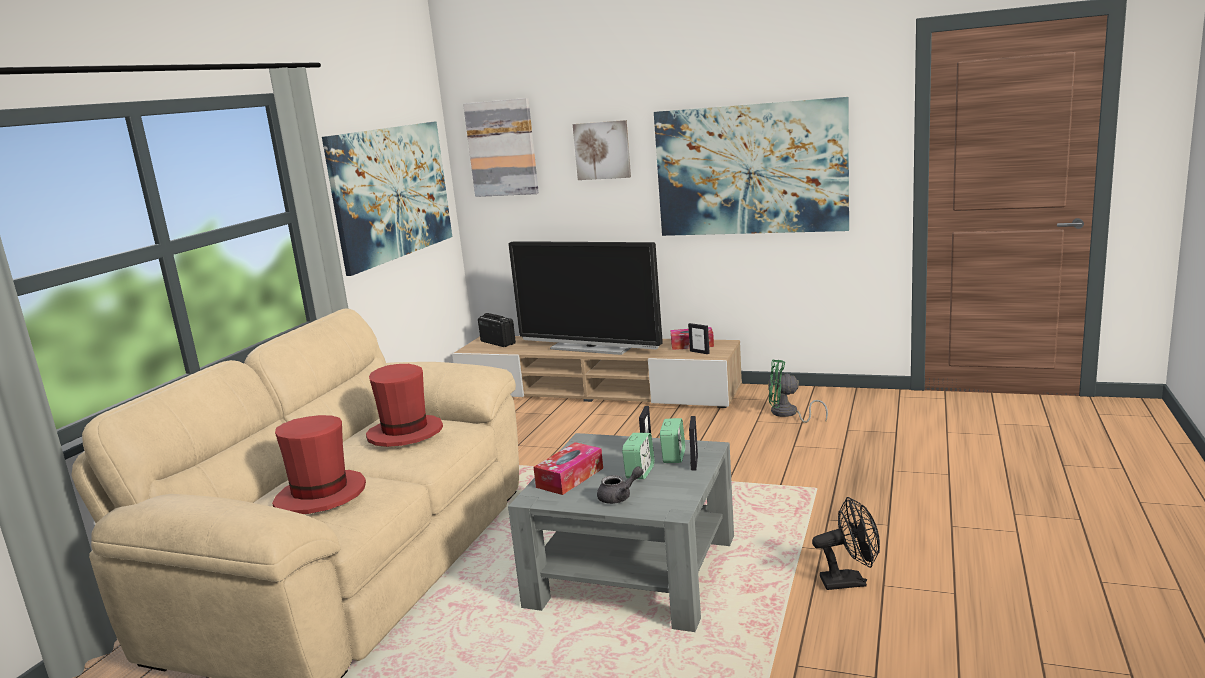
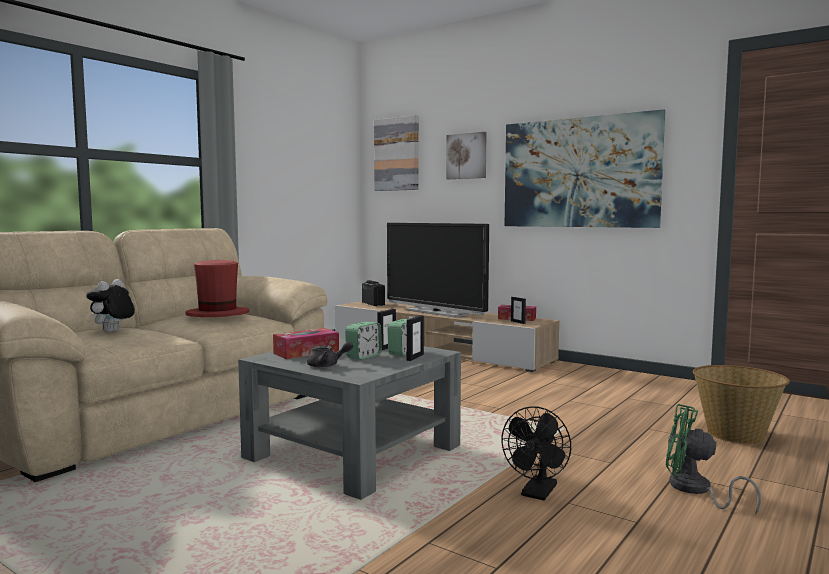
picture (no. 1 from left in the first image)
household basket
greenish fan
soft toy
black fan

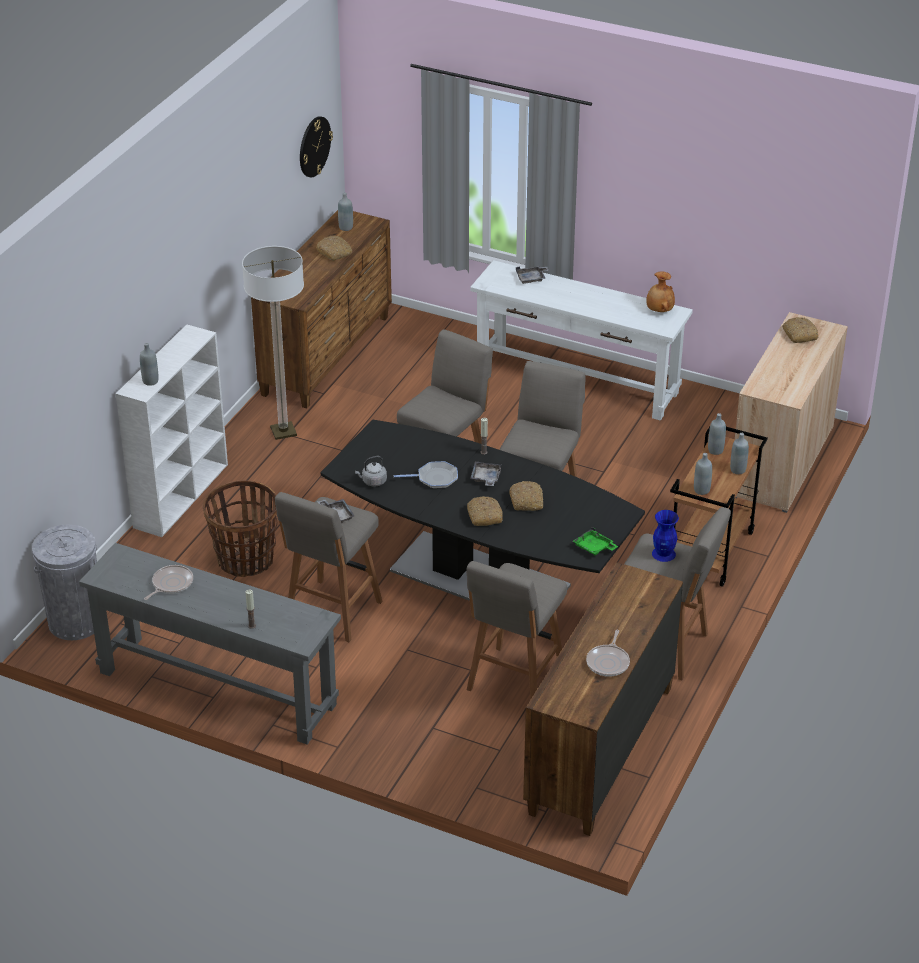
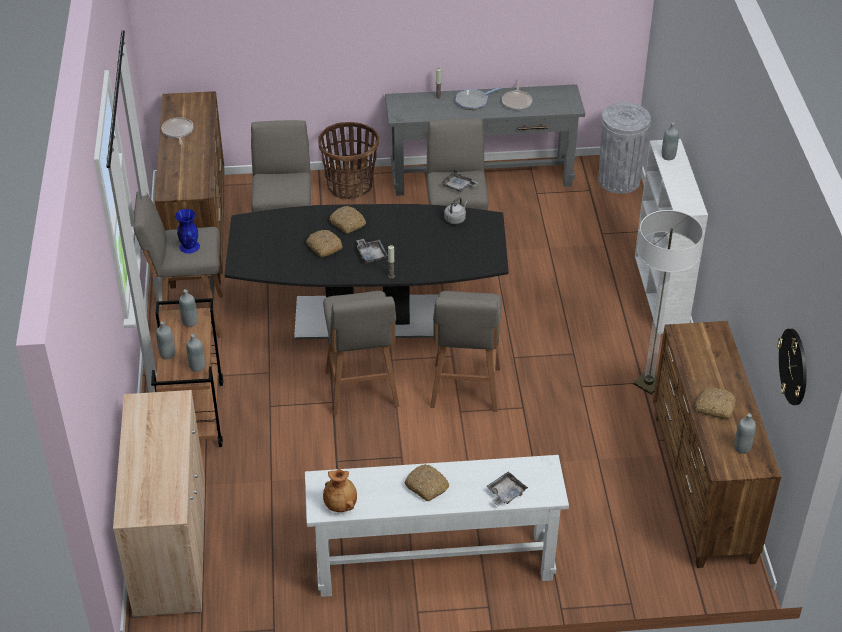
greenish serving tray
household basket
frying pan (no. 2 from left)
baked bread (no. 3 from left)

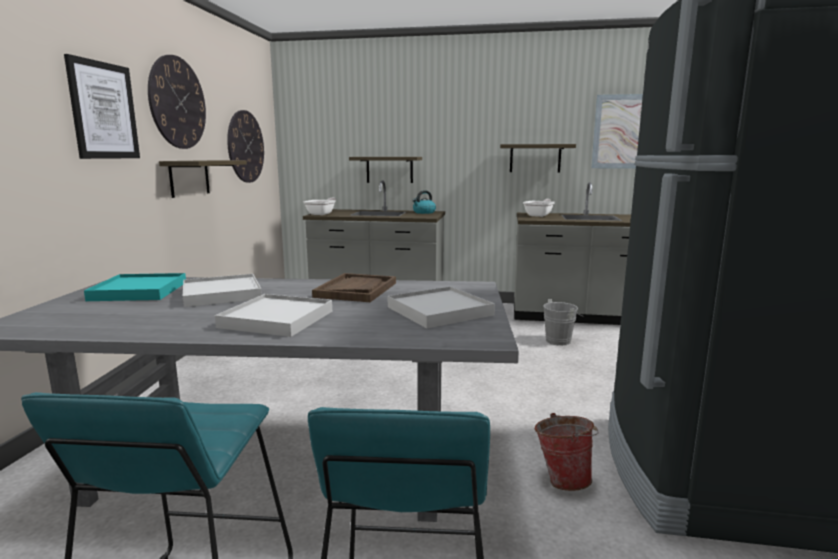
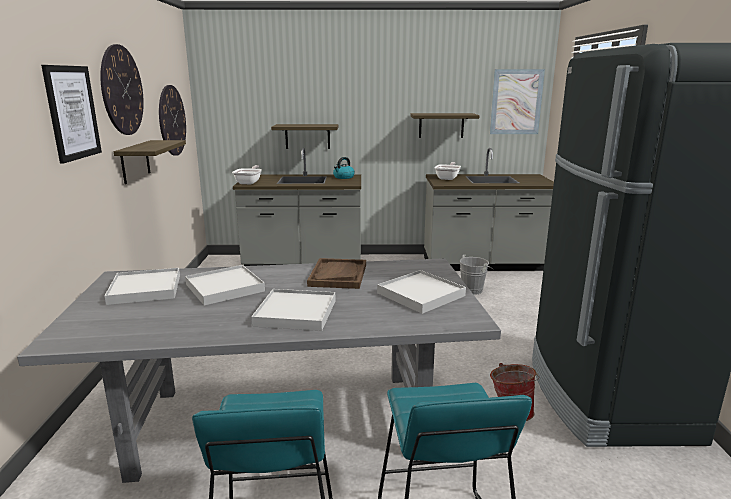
whitish serving tray (no. 1 from left)

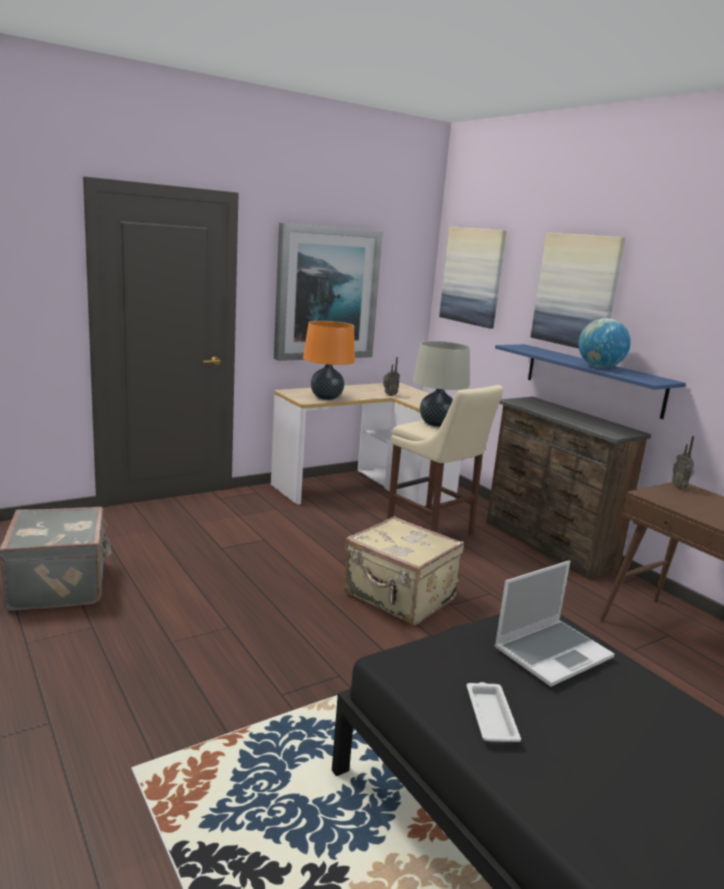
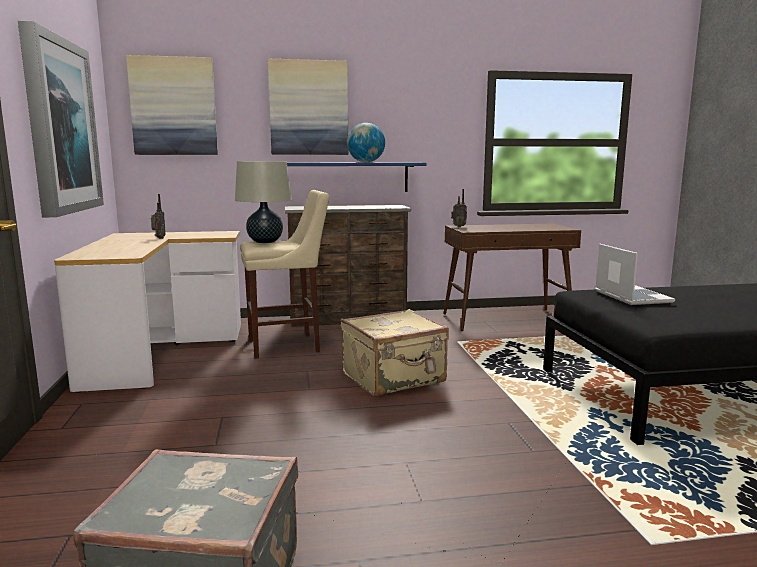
orangey tabletop lamp
whitish serving tray

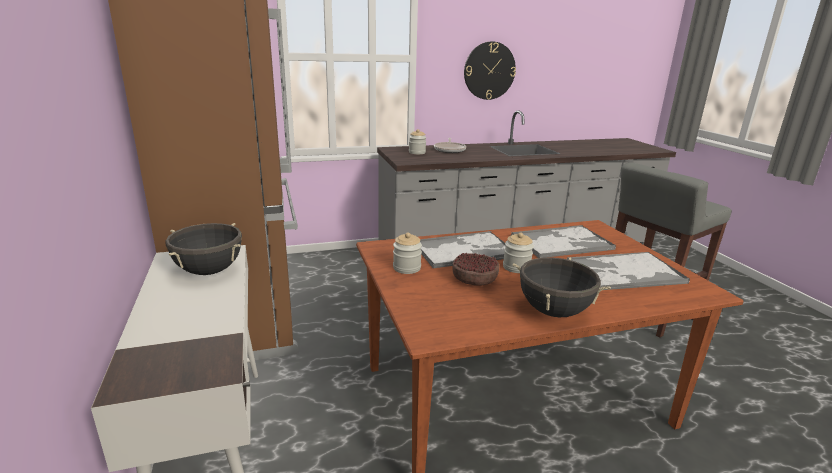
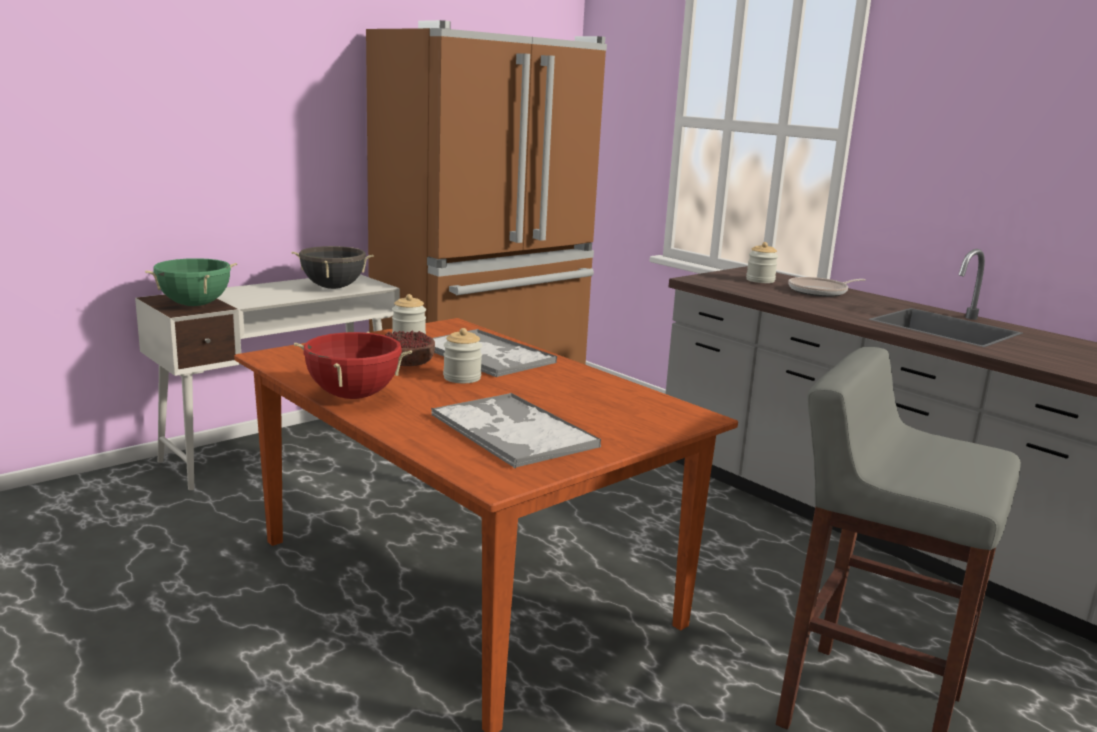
wall clock
serving tray (no. 2 from left in the first image)
greenish cooking pot
red-coloured cooking pot

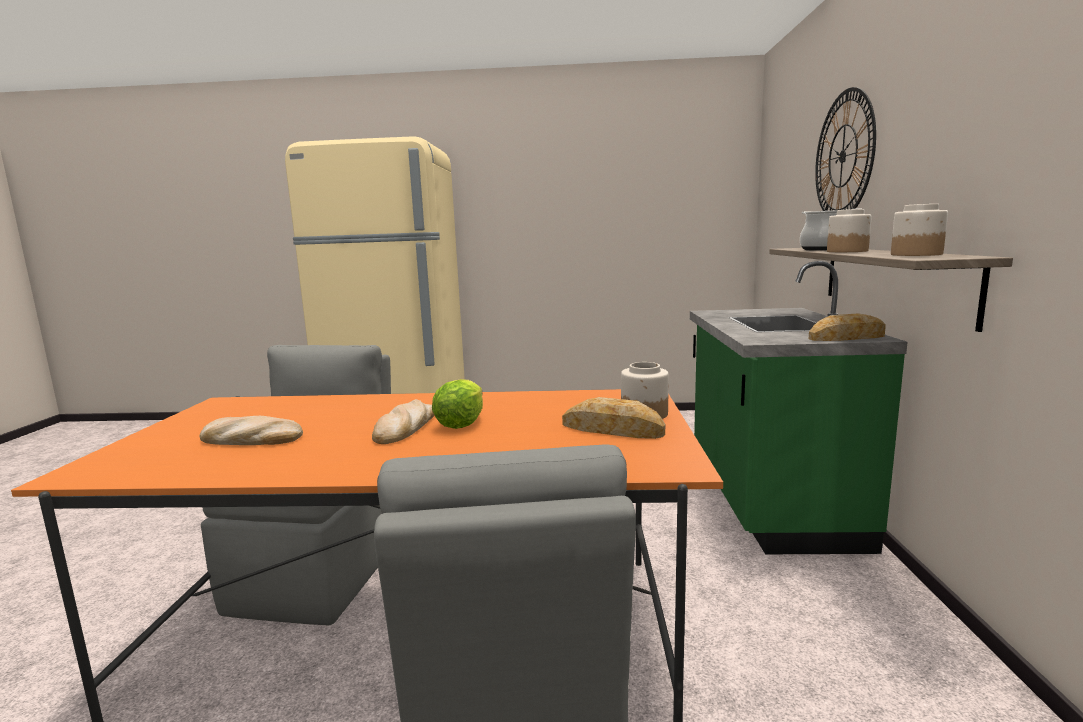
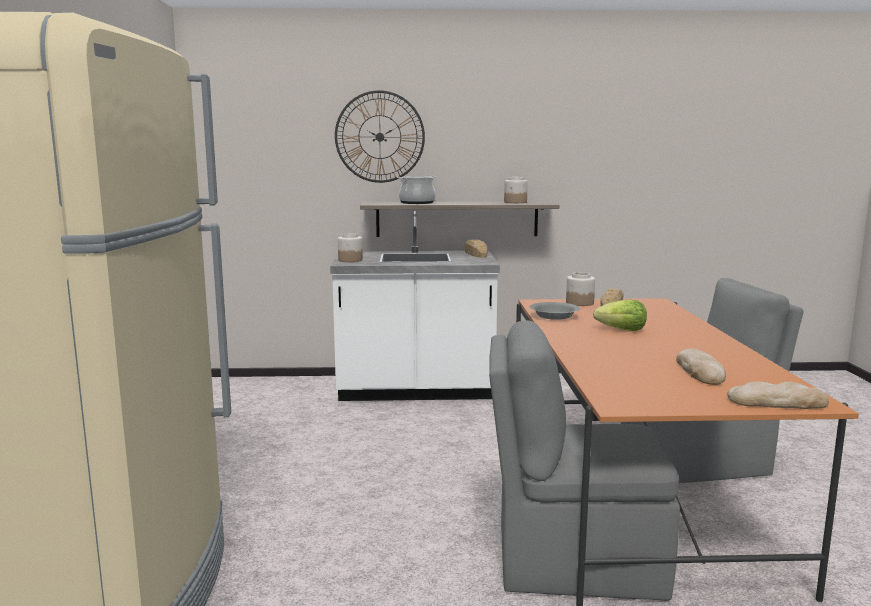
greyish deep dish
baked bread (no. 4 from left)
preserve jar (no. 1 from left)
whitish kitchen base unit

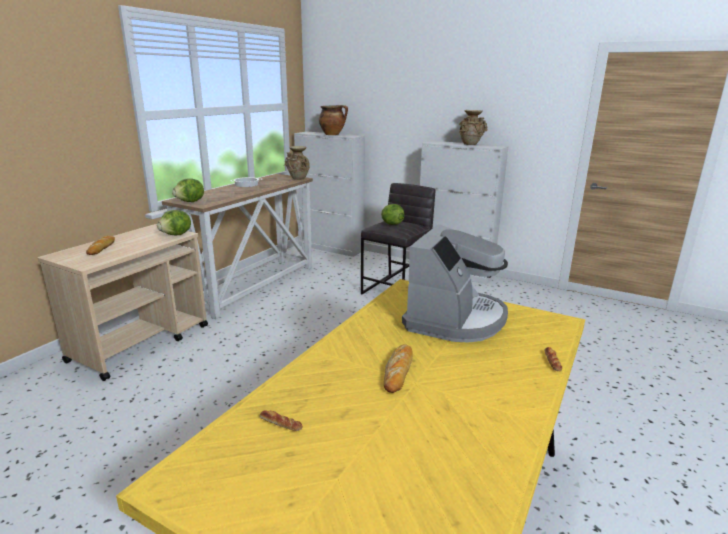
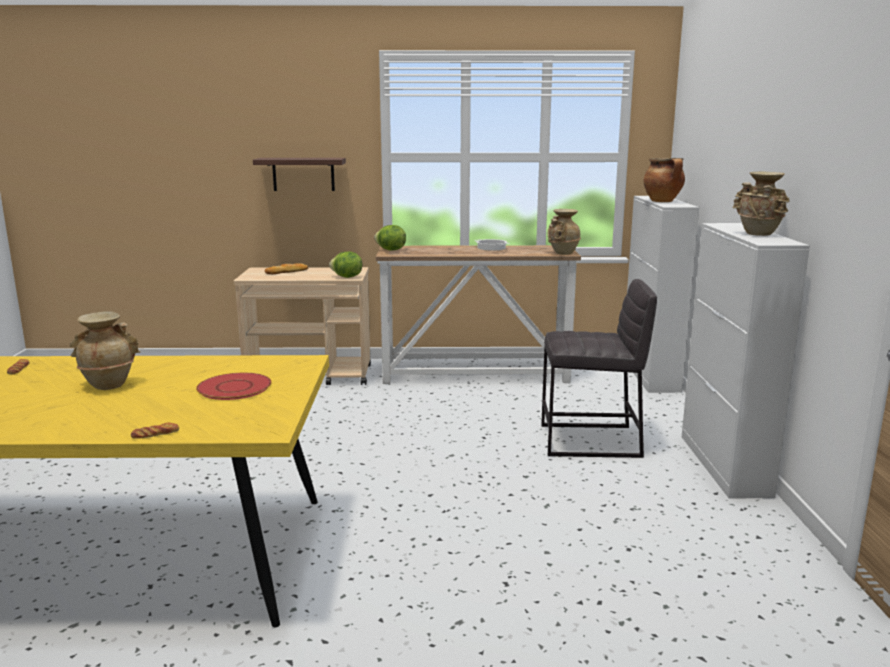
lettuce (no. 3 from left in the first image)
wall shelf
sand-coloured vase (no. 1 from left)
red-coloured dinner plate

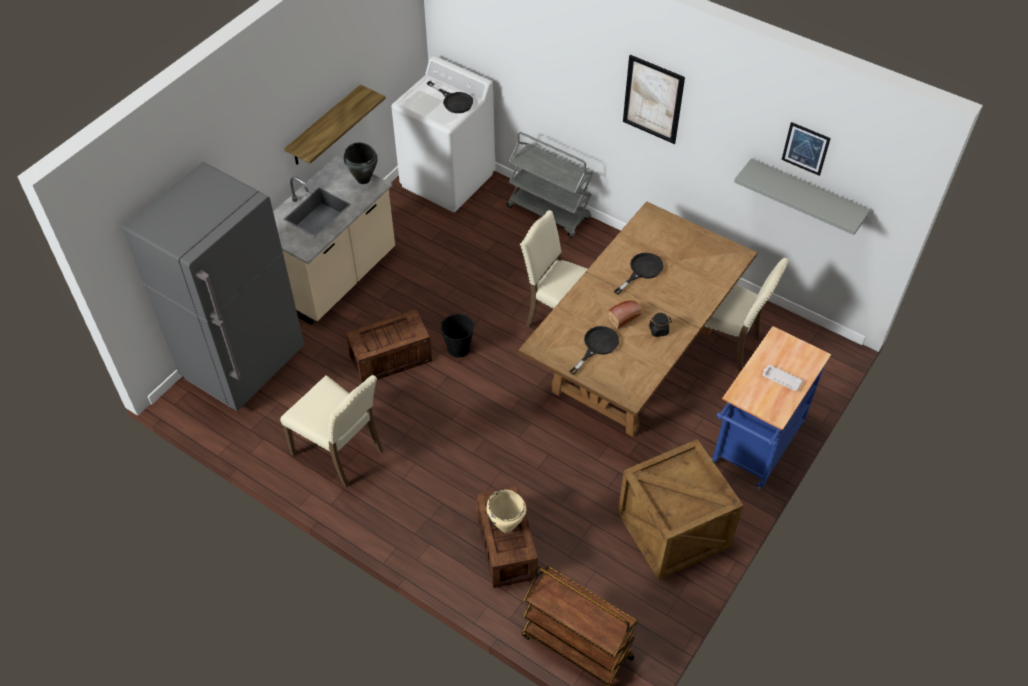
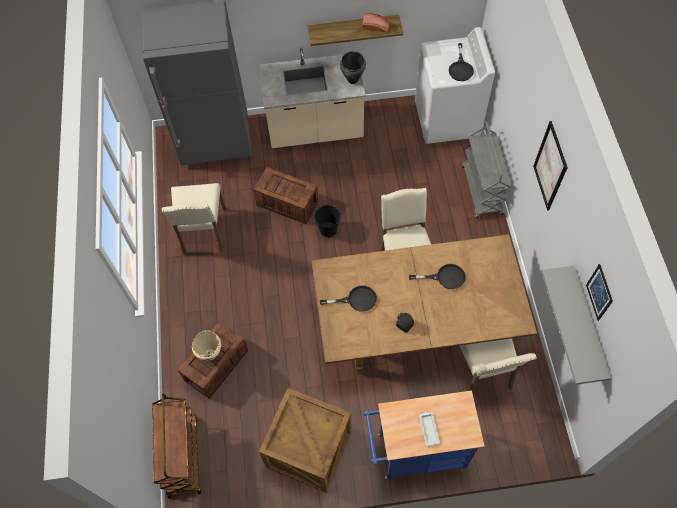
baked bread

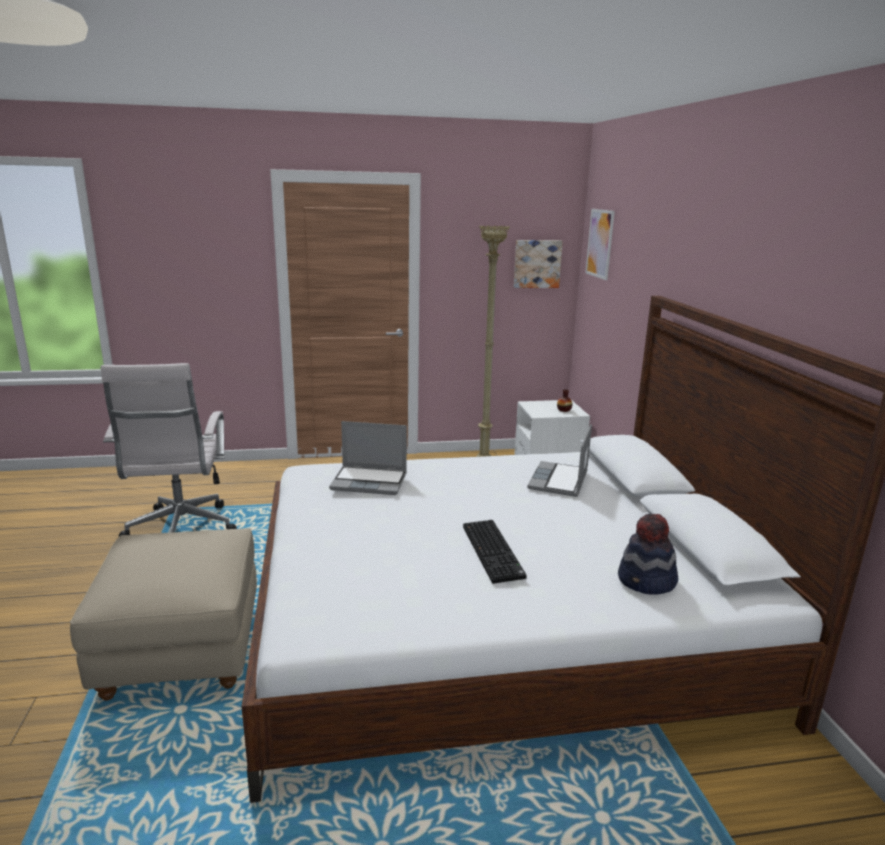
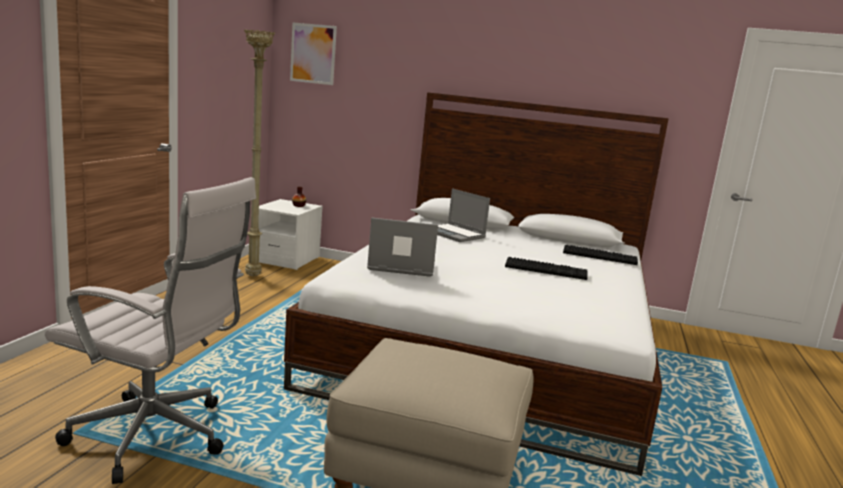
picture (no. 1 from left in the first image)
keyboard (no. 2 from left)
portable computer (no. 1 from left)

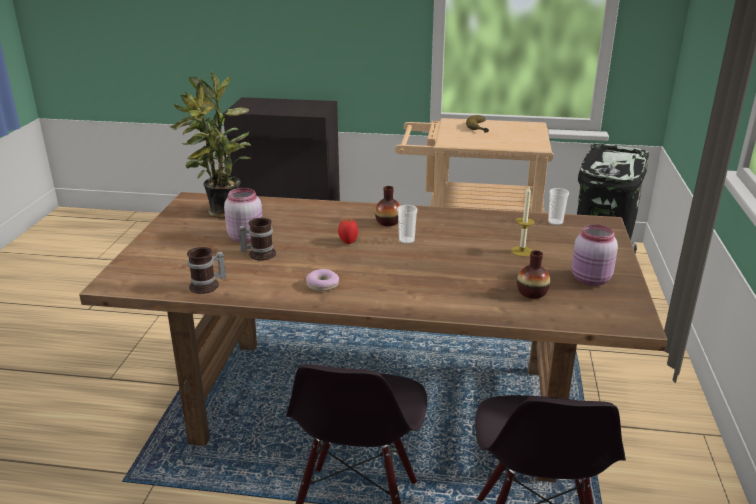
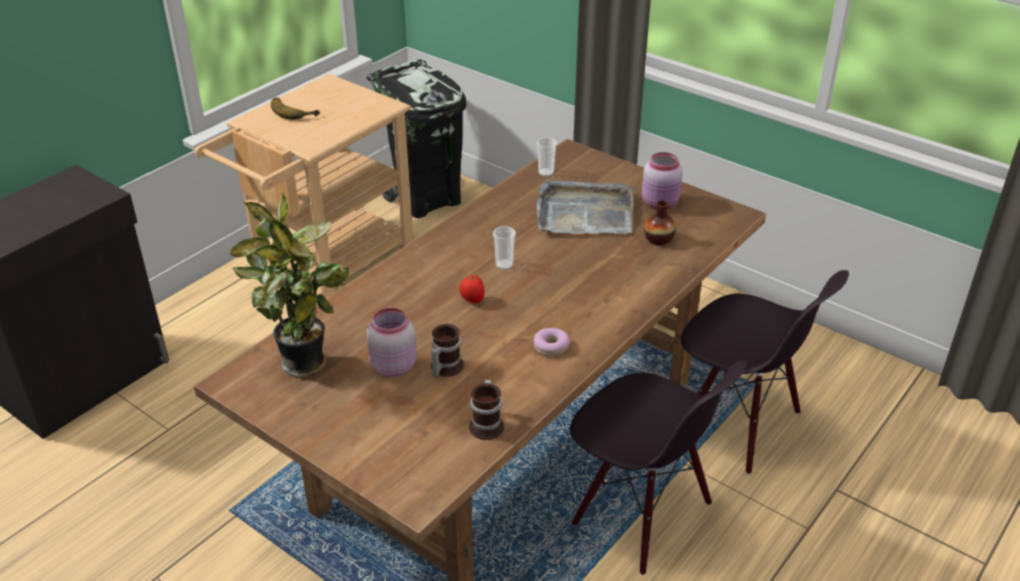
vase (no. 1 from left in the first image)
greyish serving tray

